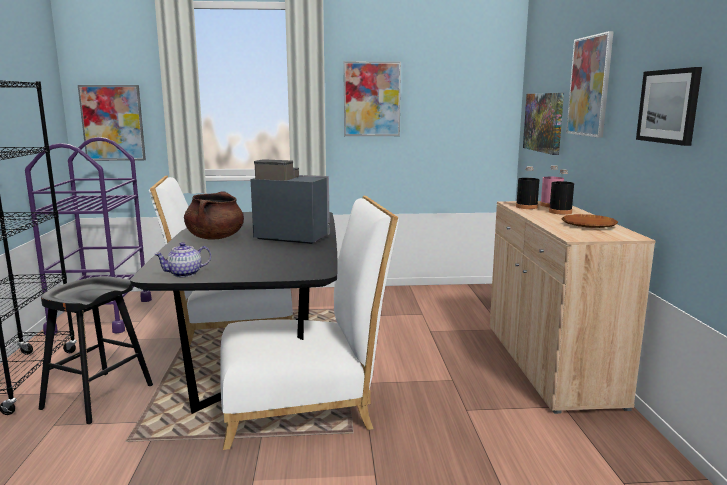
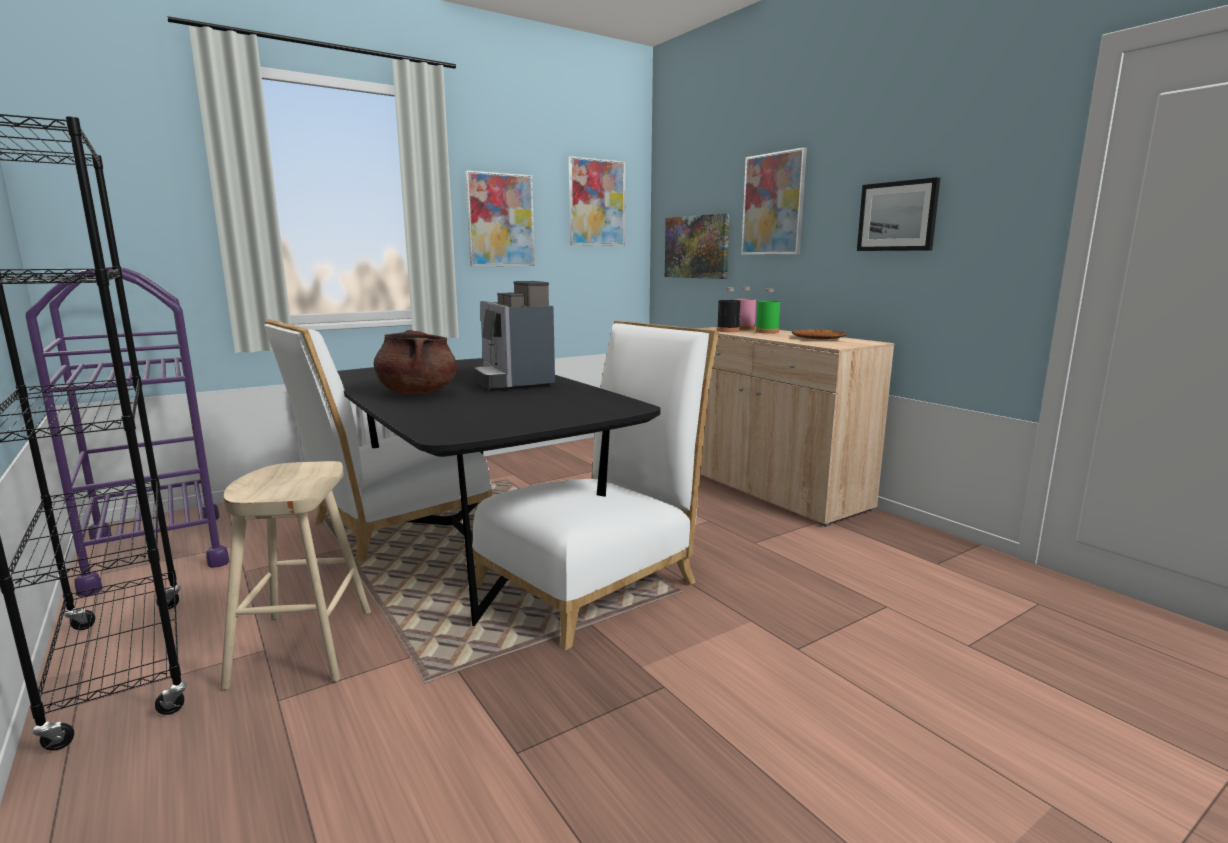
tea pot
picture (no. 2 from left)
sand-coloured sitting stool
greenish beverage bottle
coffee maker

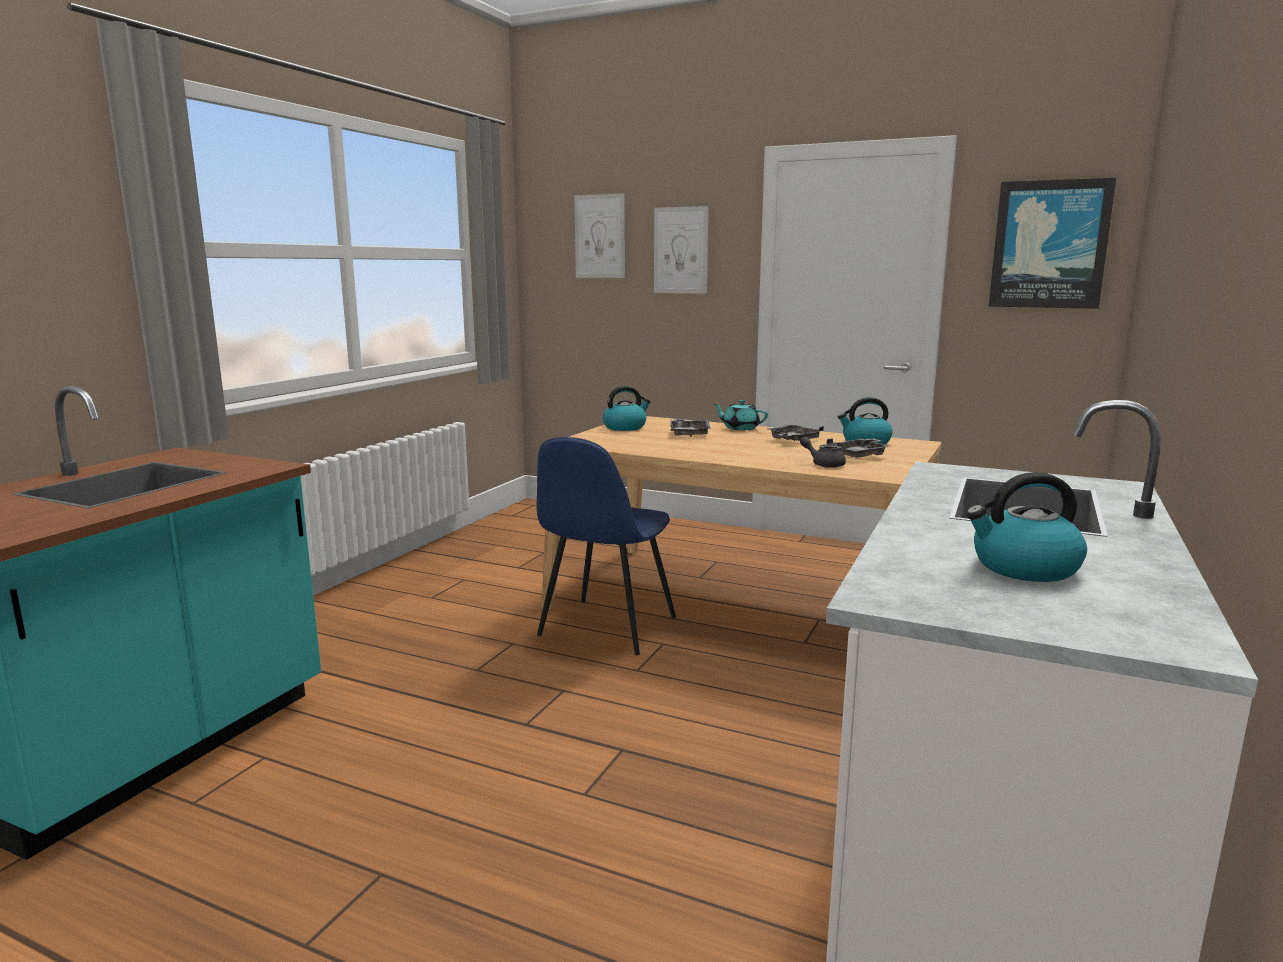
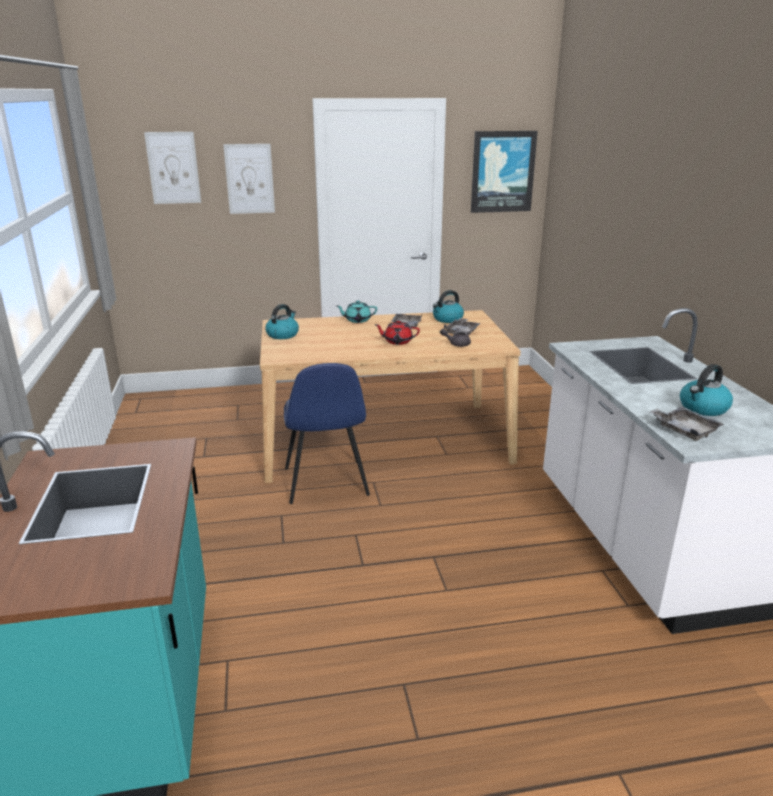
red-coloured tea pot
greyish serving tray (no. 3 from left)

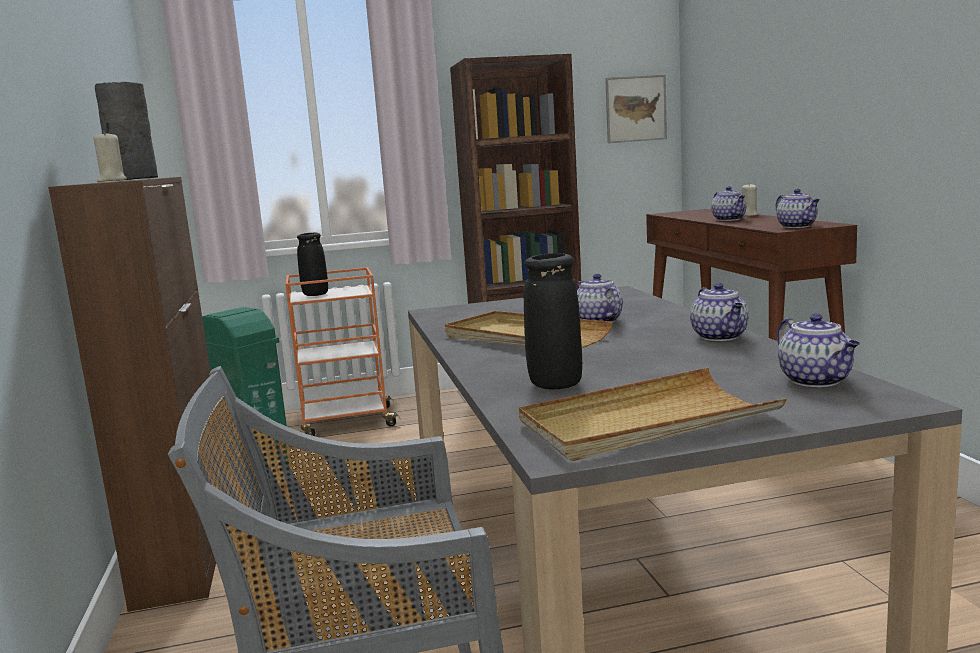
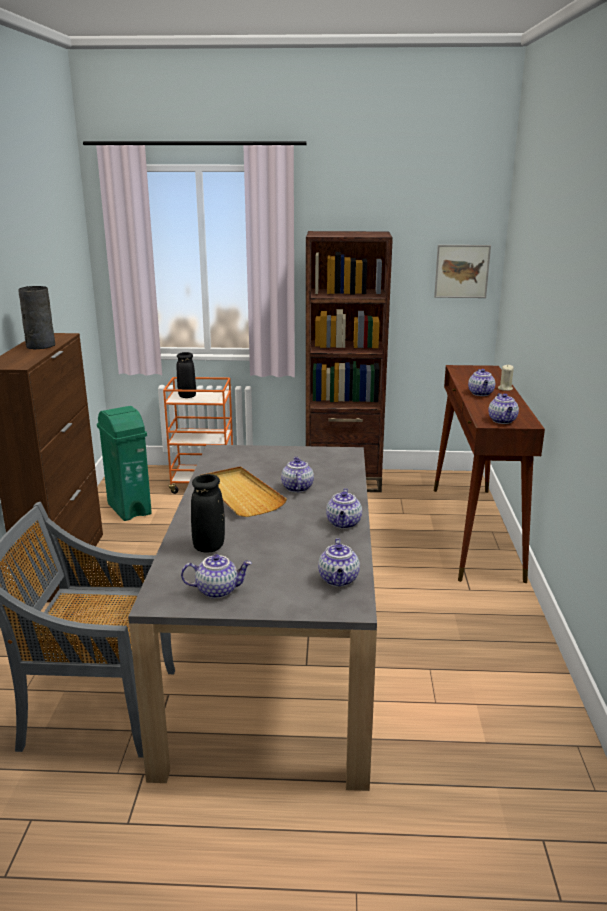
sand-coloured wax candle (no. 1 from left in the first image)
tea pot (no. 1 from left)

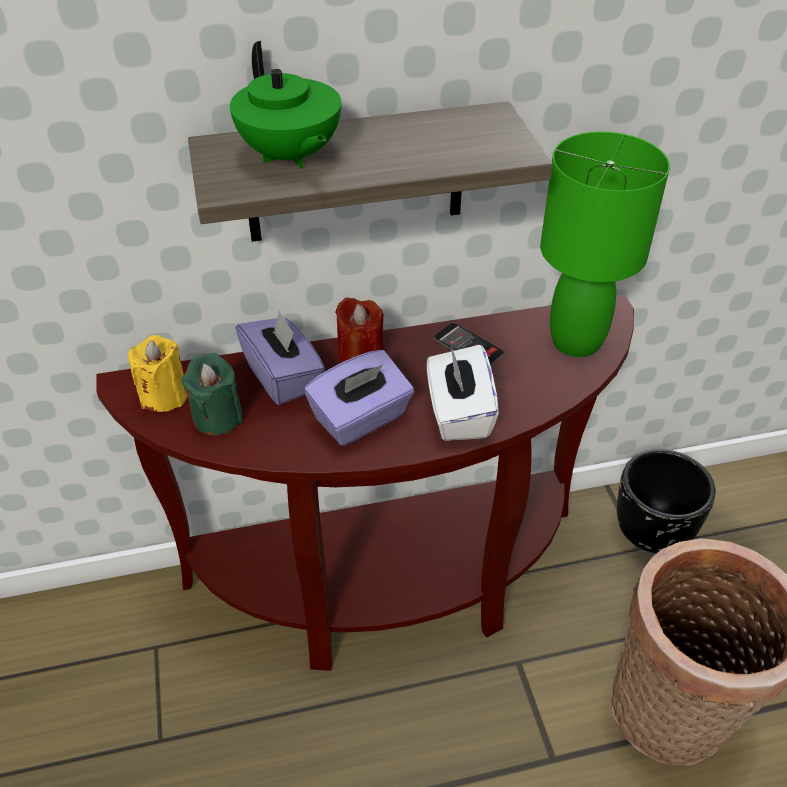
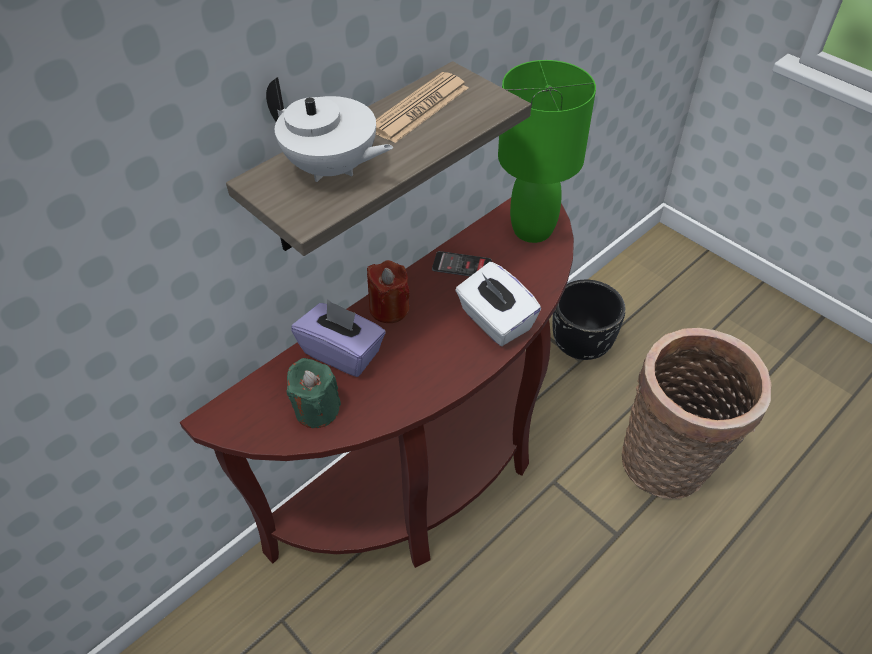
yellow-coloured wax candle
purplish tissue box (no. 2 from left in the first image)
daily paper
whitish tea pot

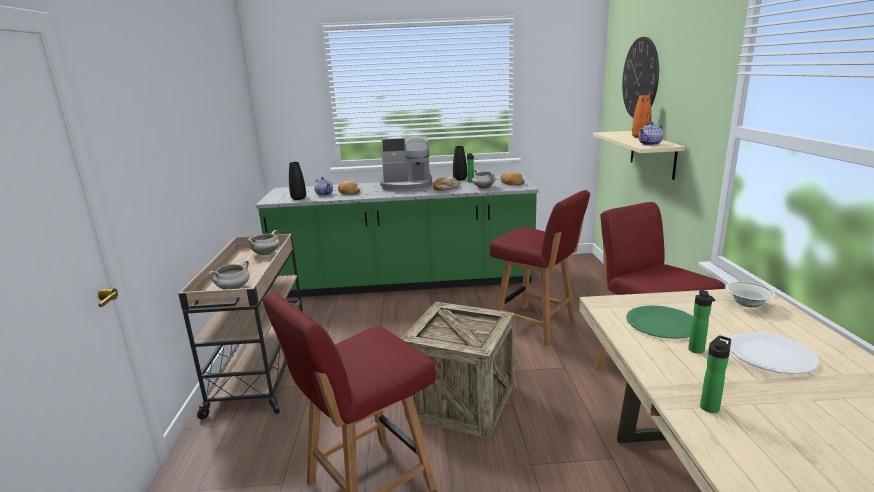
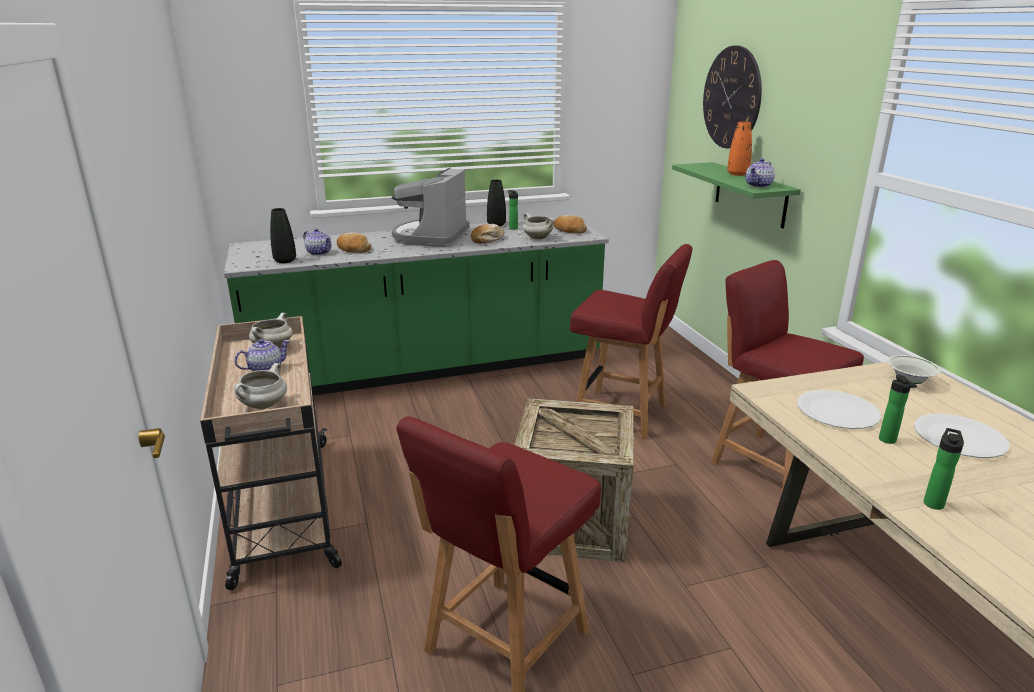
tea pot (no. 1 from left)
greenish wall shelf
whitish dinner plate (no. 1 from left)
coffee maker

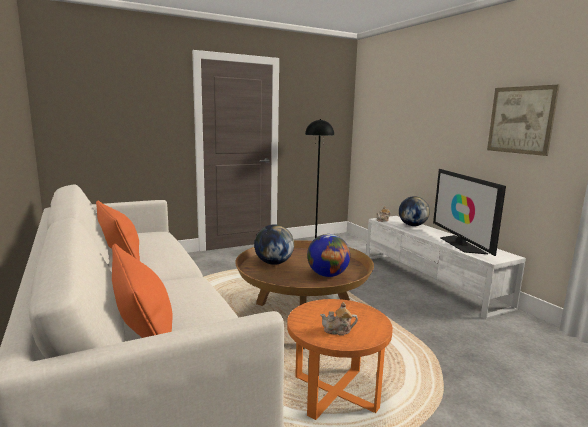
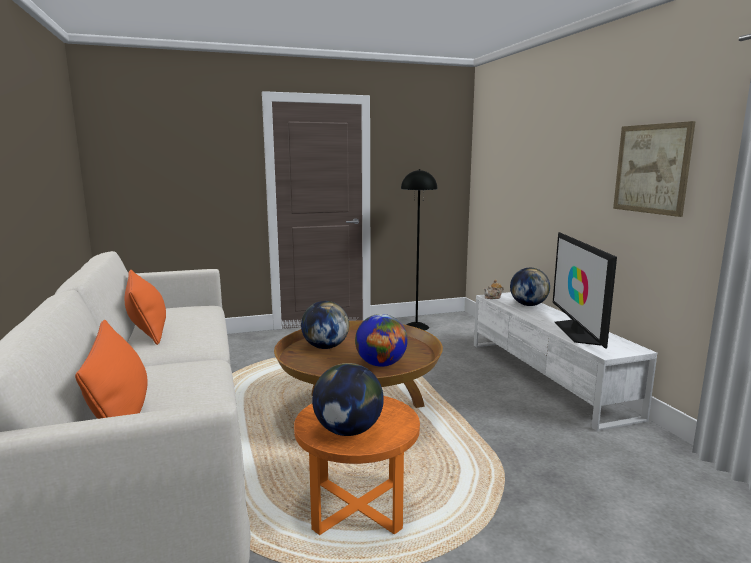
globe (no. 2 from left)

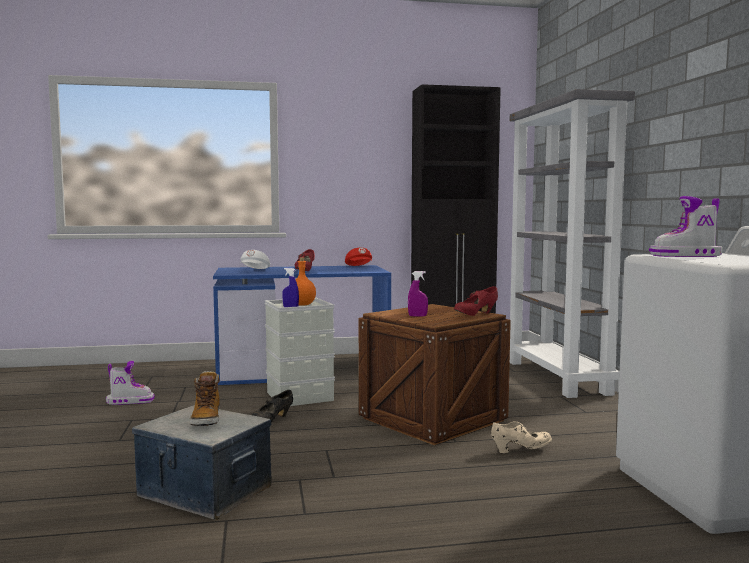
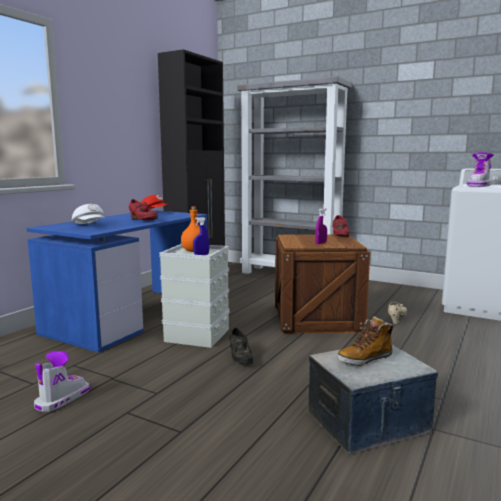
high-top boot (no. 2 from left)

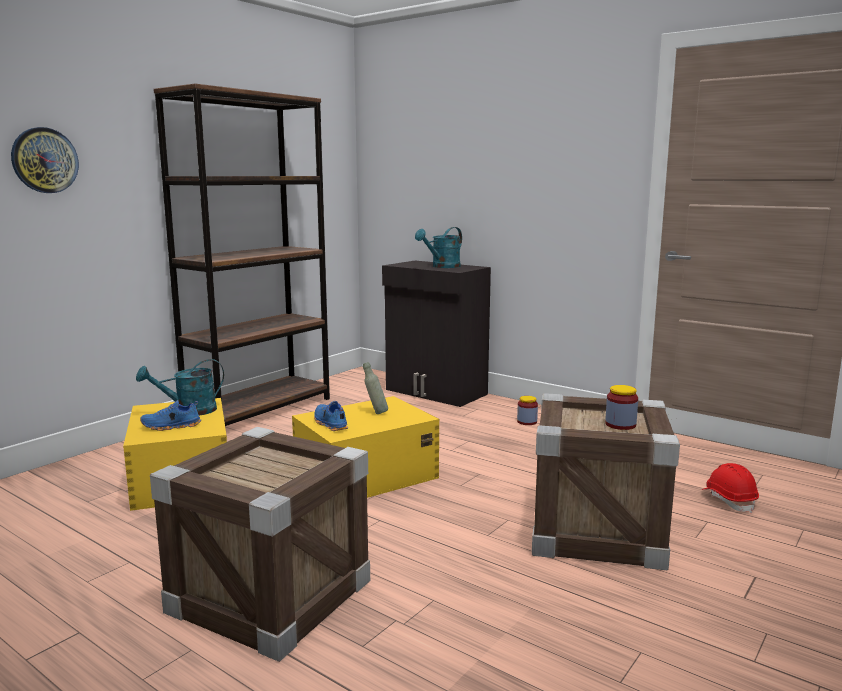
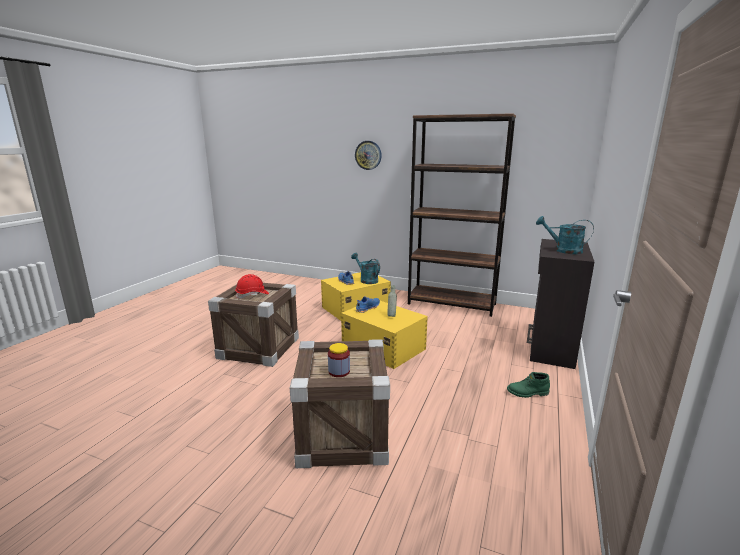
red-coloured hard hat
greenish high-top boot

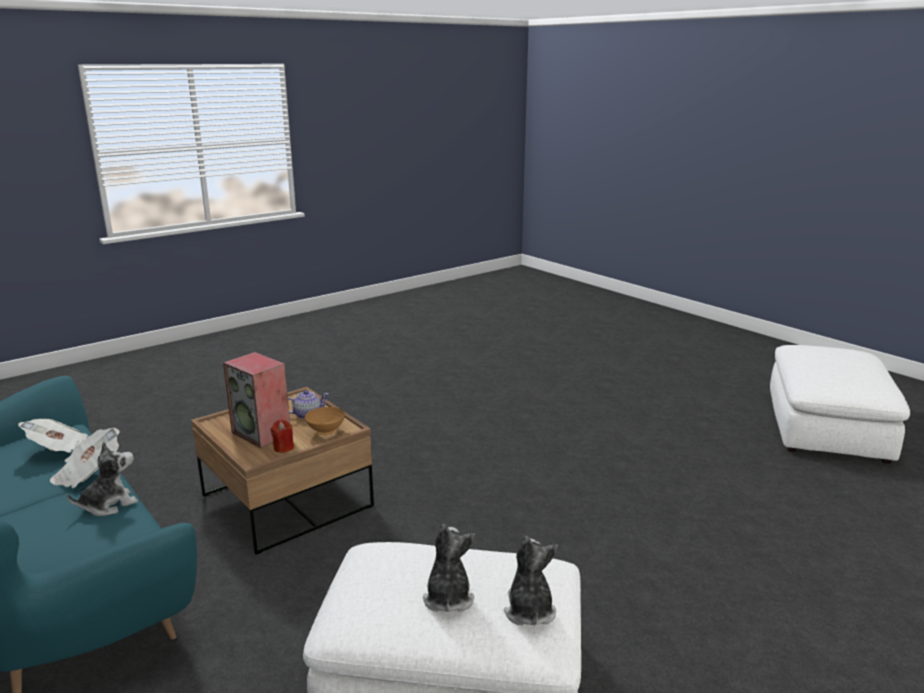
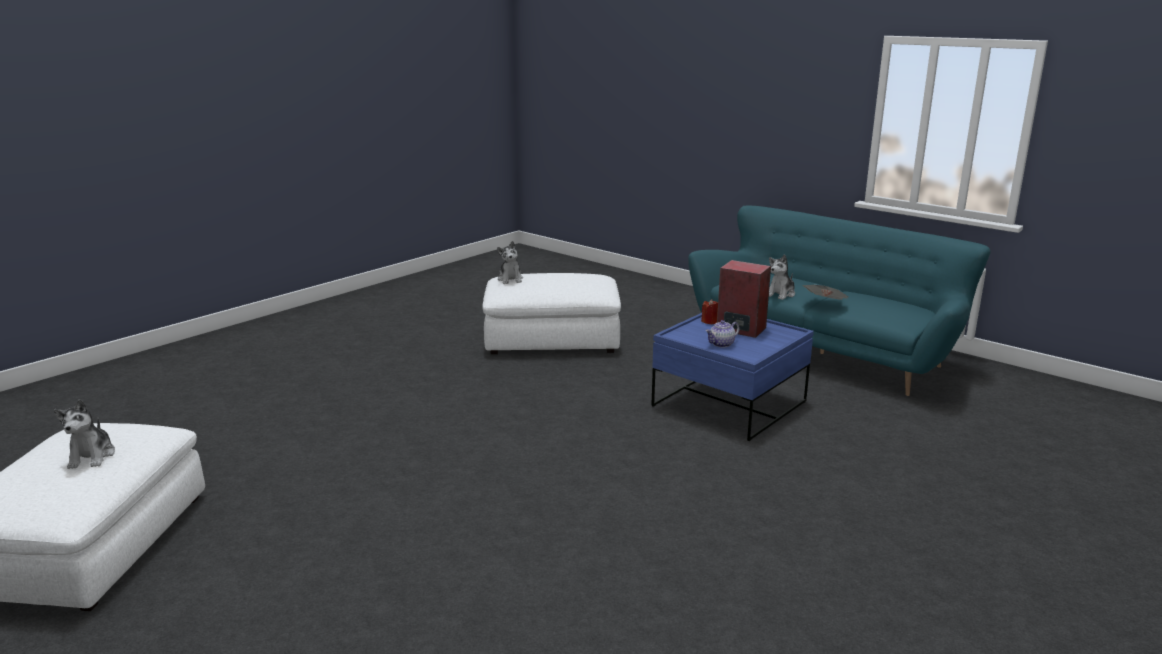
daily paper (no. 1 from left in the first image)
brownish deep dish
soft toy (no. 1 from left)
blue-coloured coffee table

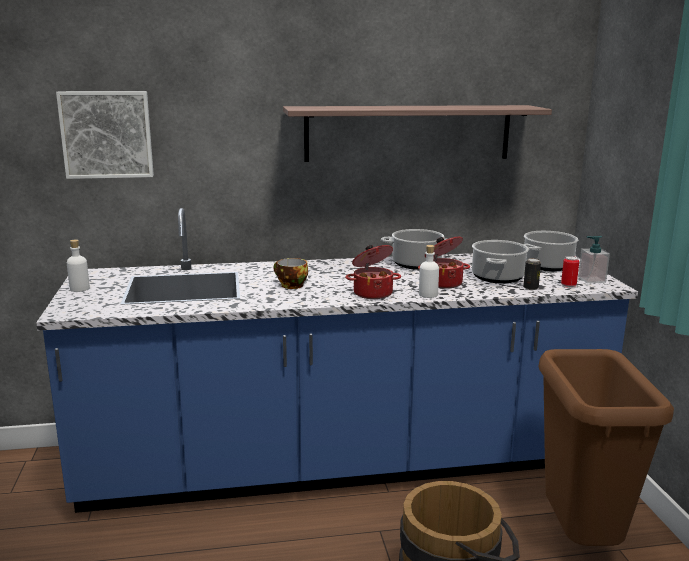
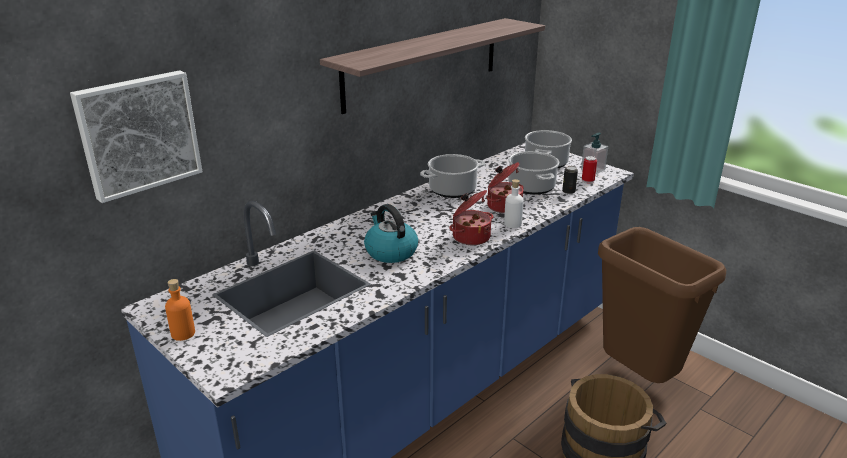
tea kettle
orangey beverage bottle

